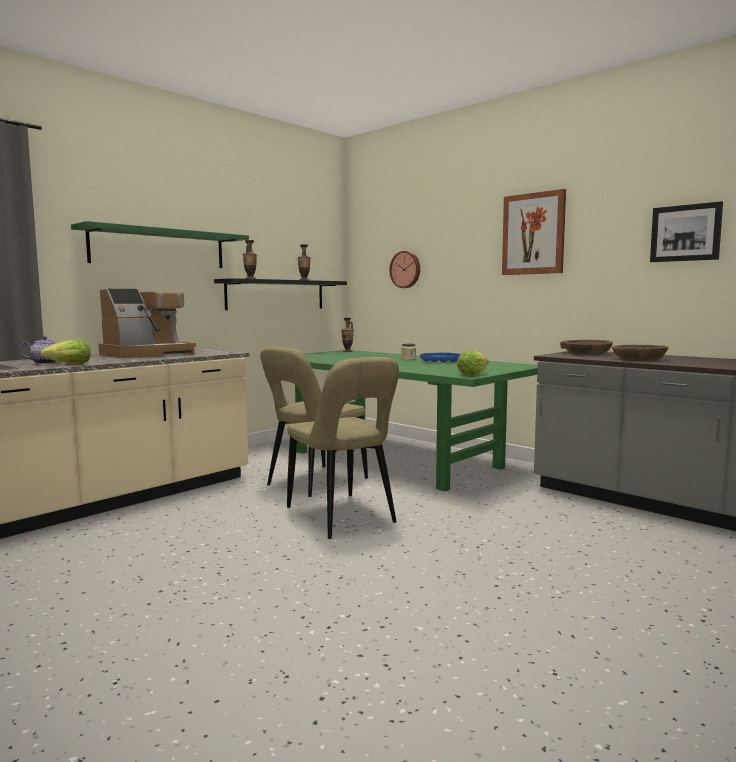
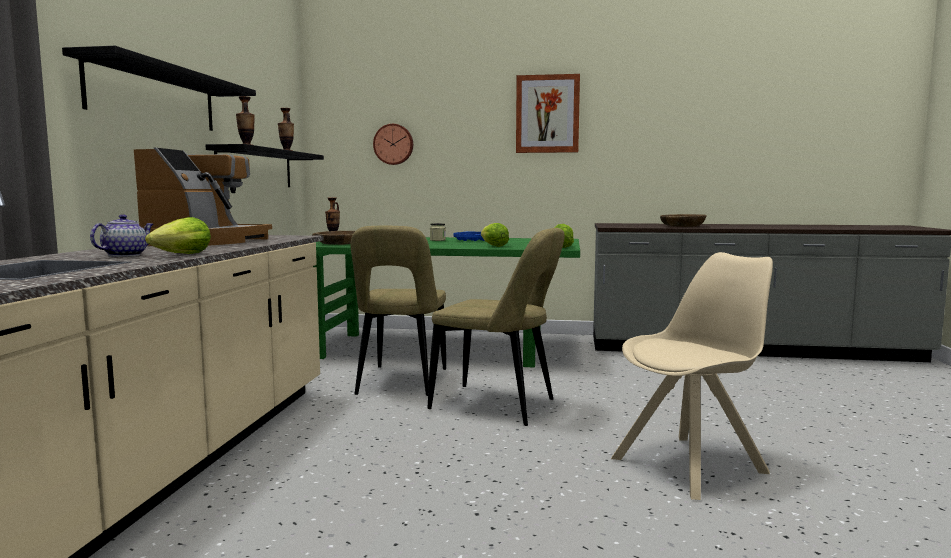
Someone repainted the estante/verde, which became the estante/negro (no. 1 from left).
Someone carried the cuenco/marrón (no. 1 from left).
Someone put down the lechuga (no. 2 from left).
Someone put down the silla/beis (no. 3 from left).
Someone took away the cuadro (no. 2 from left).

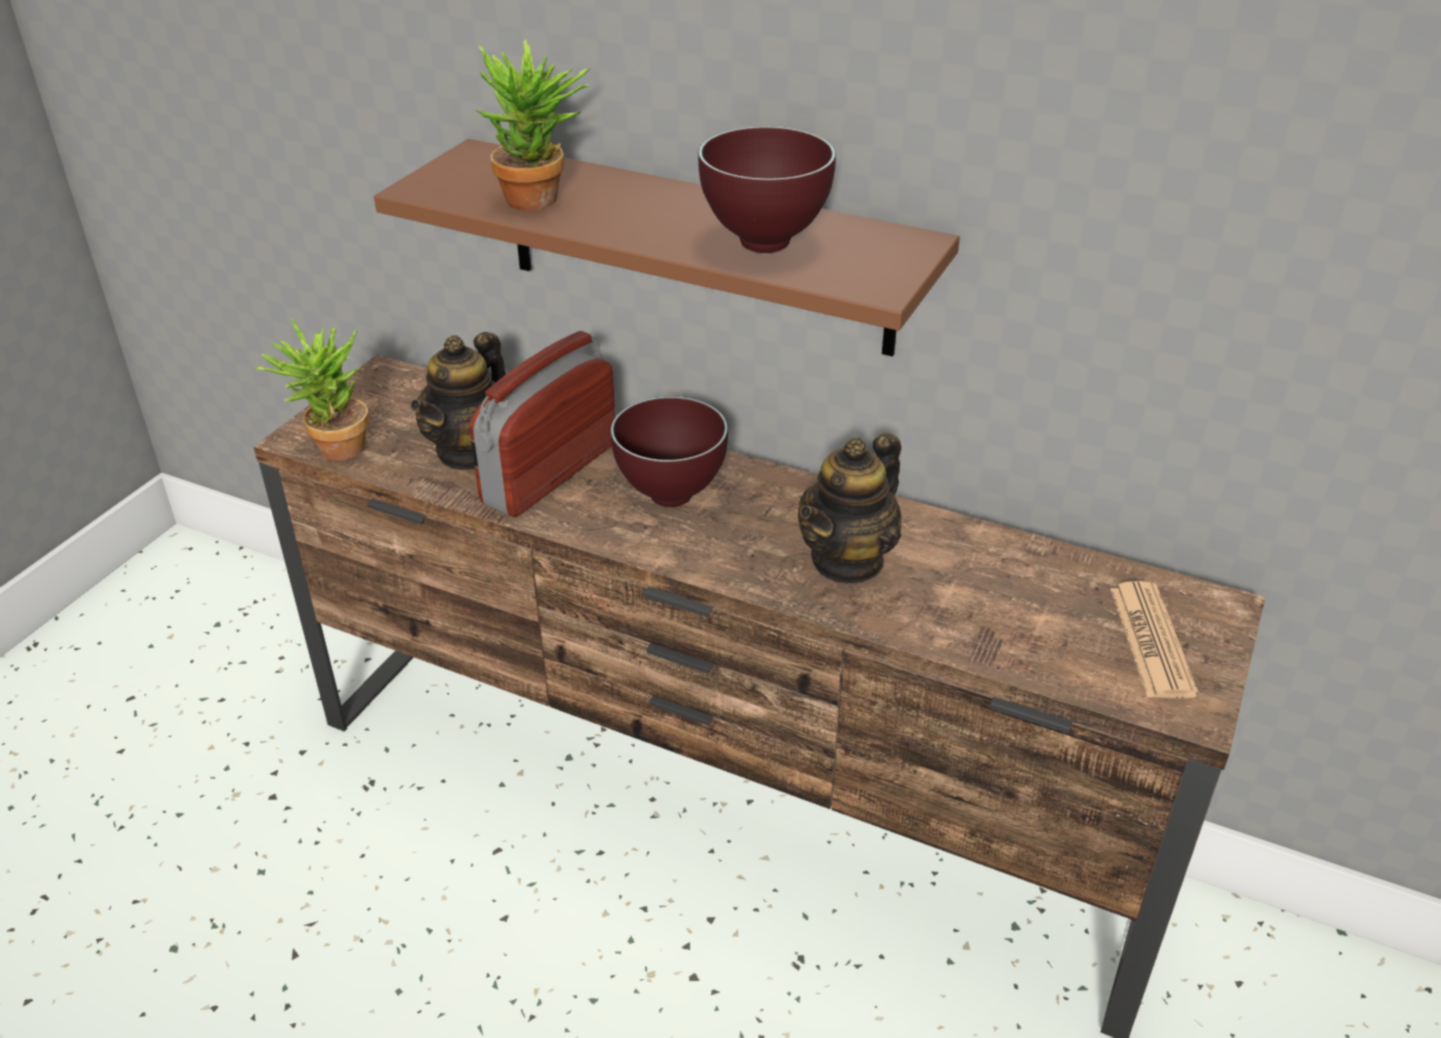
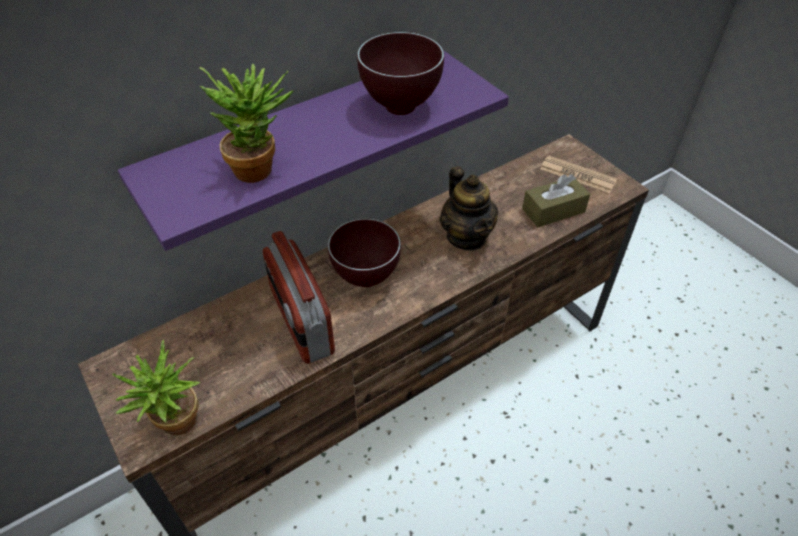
Someone repainted the estante/marrón, which became the estante/morado.
Someone put down the caja de pañuelos/marrón.
Someone took away the tetera (no. 1 from left).

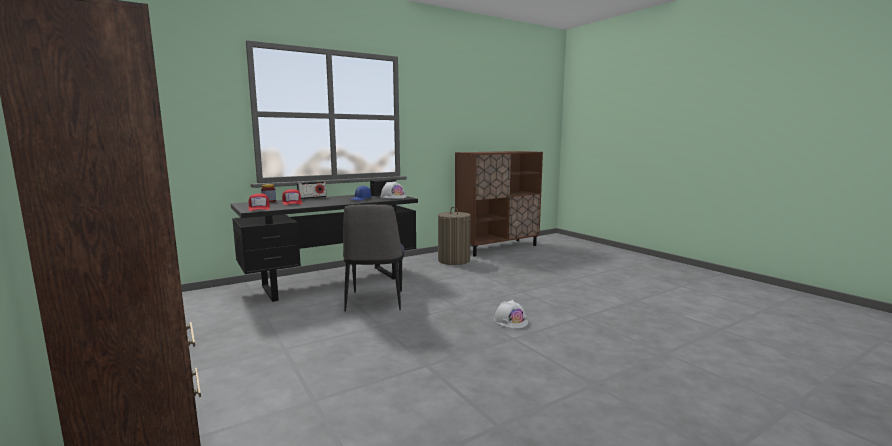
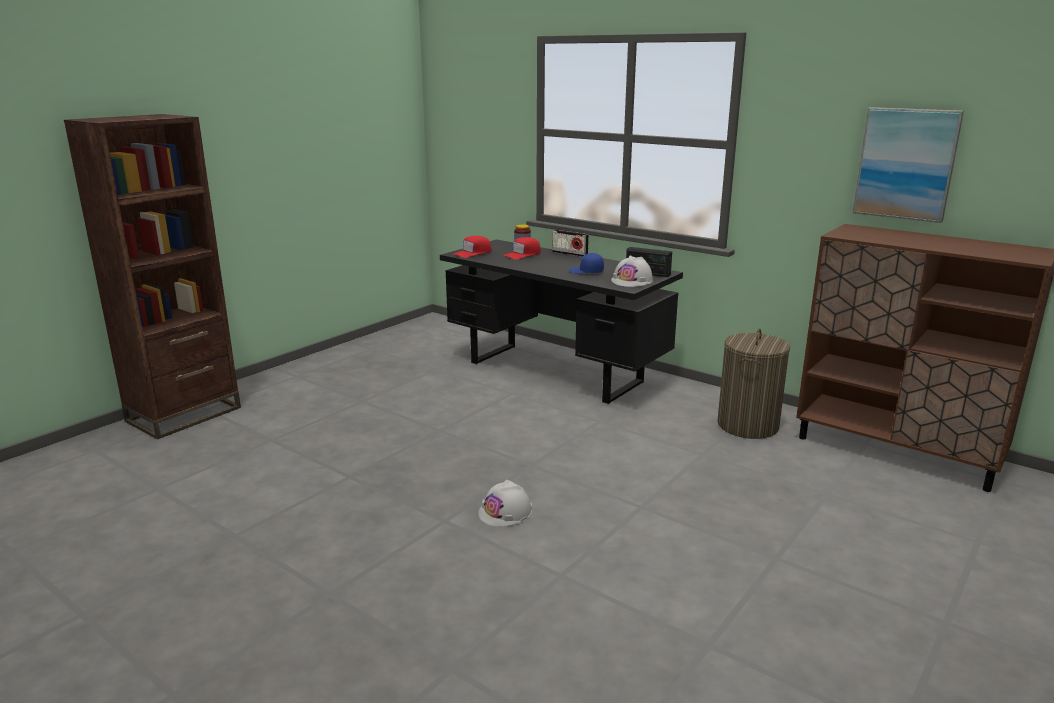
Someone put up the cuadro.
Someone took away the silla.

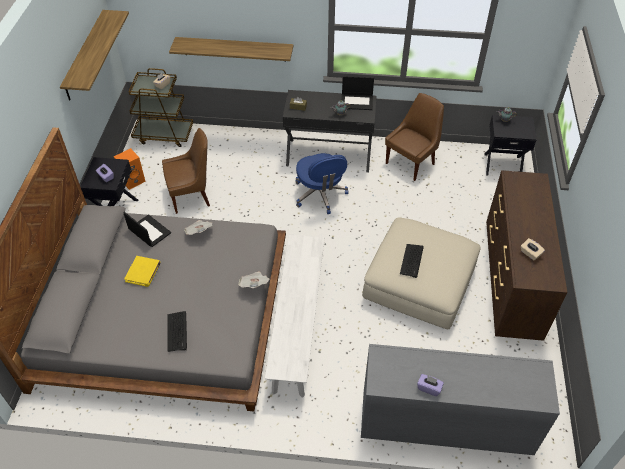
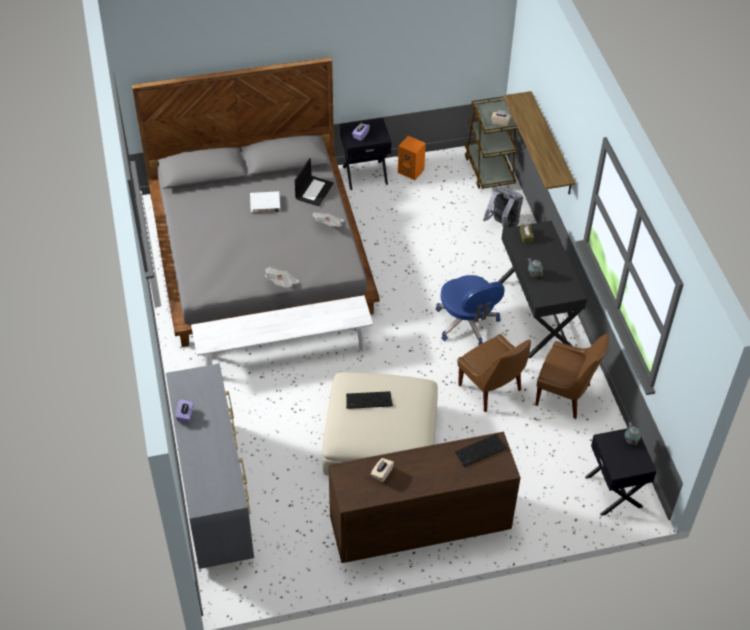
Someone repainted the libro/amarillo, which became the libro/blanco.
Someone rotated the silla de oficina/azul by 75 degrees counterclockwise.
Someone carried the teclado (no. 1 from left in the first image).
Someone carried the silla/marrón (no. 1 from left).
Someone put down the mochila/gris.
Someone took away the estante (no. 1 from left).
Someone took away the portátil (no. 2 from left).

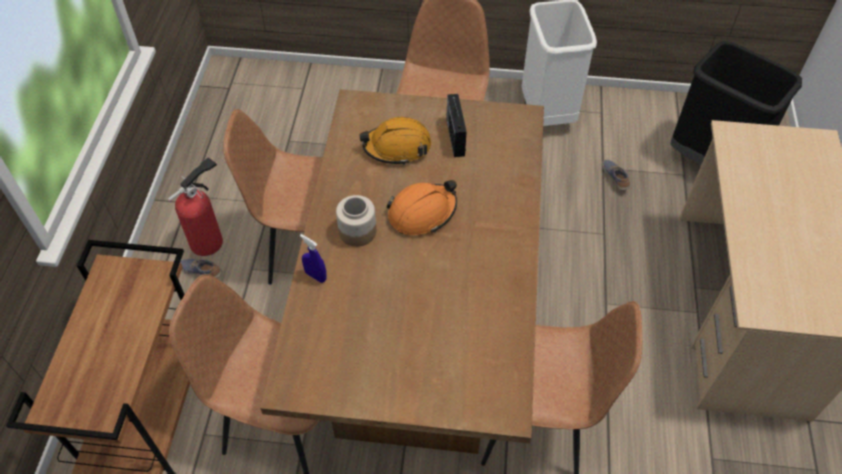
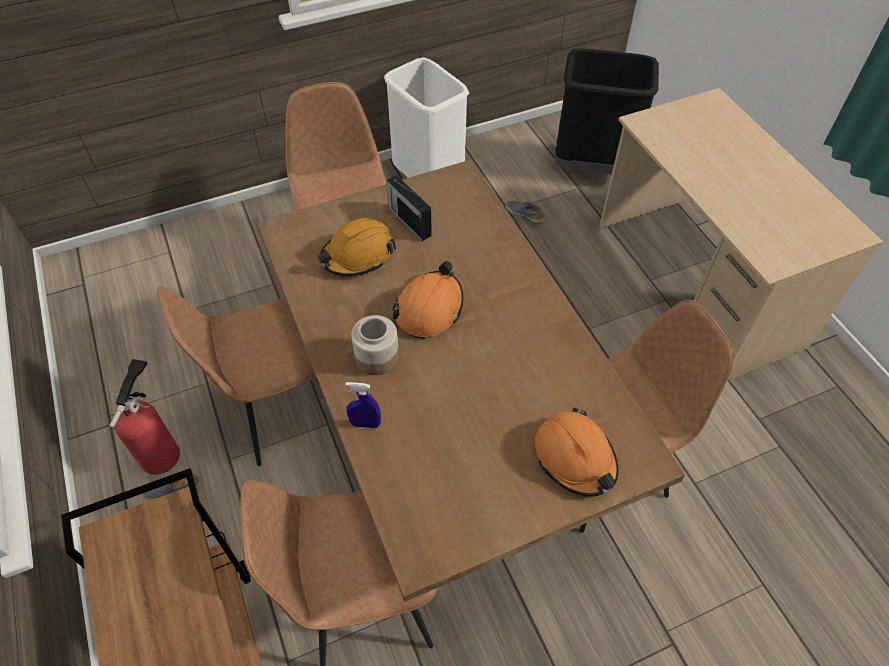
Someone put down the casco/naranja (no. 3 from left).

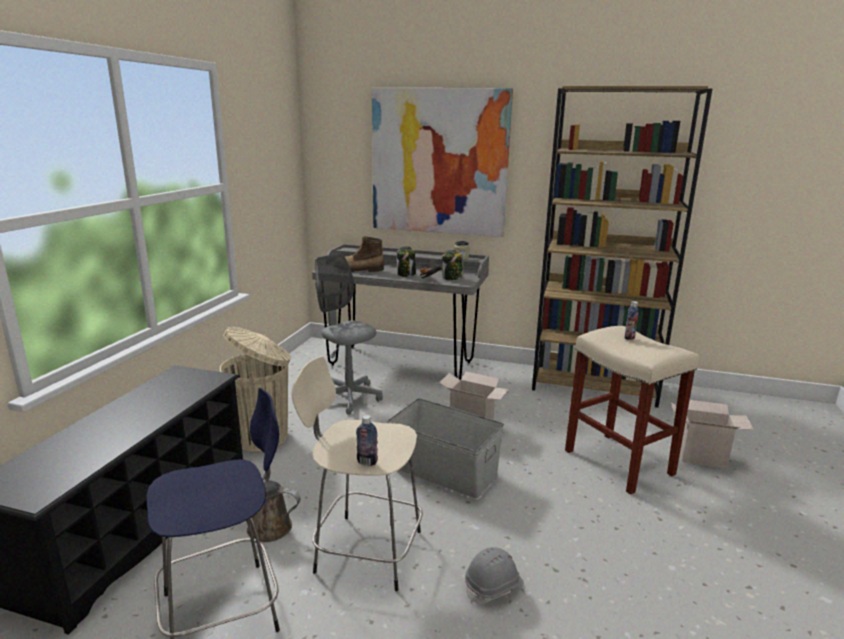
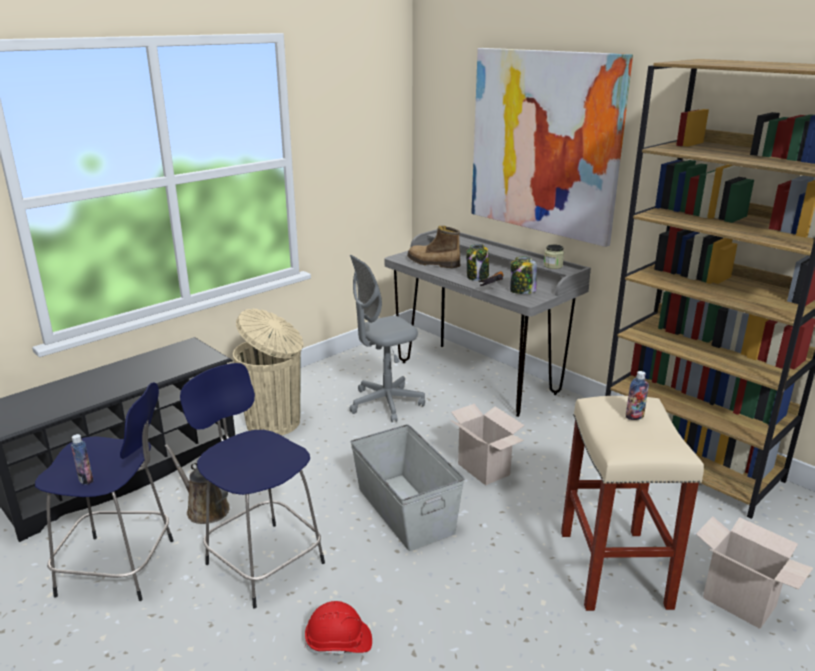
Someone carried the botella (no. 1 from left).
Someone repainted the taburete/beis (no. 1 from left), which became the taburete/azul (no. 2 from left).
Someone repainted the casco/gris, which became the casco/rojo.
Someone rotated the silla de oficina/gris by 105 degrees counterclockwise.

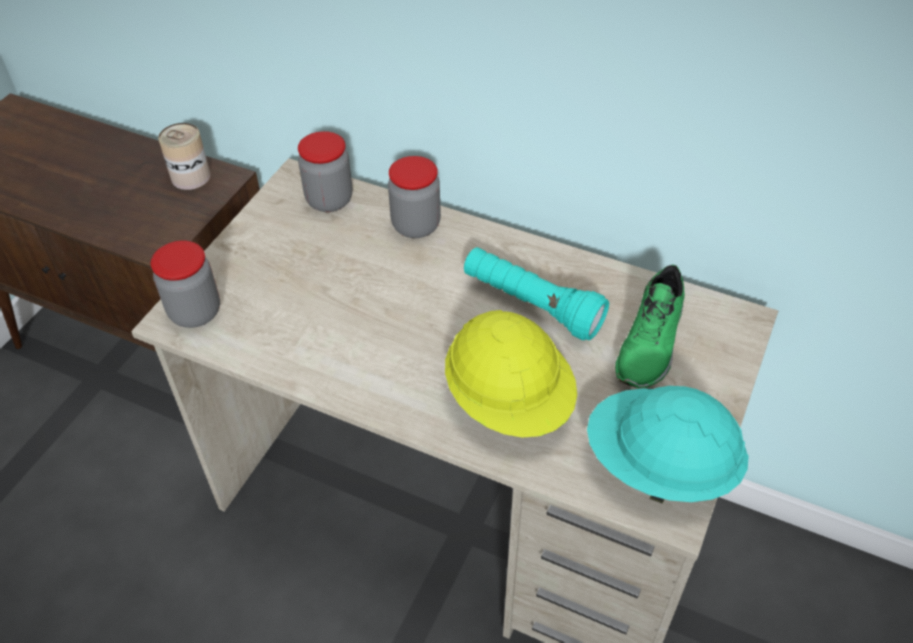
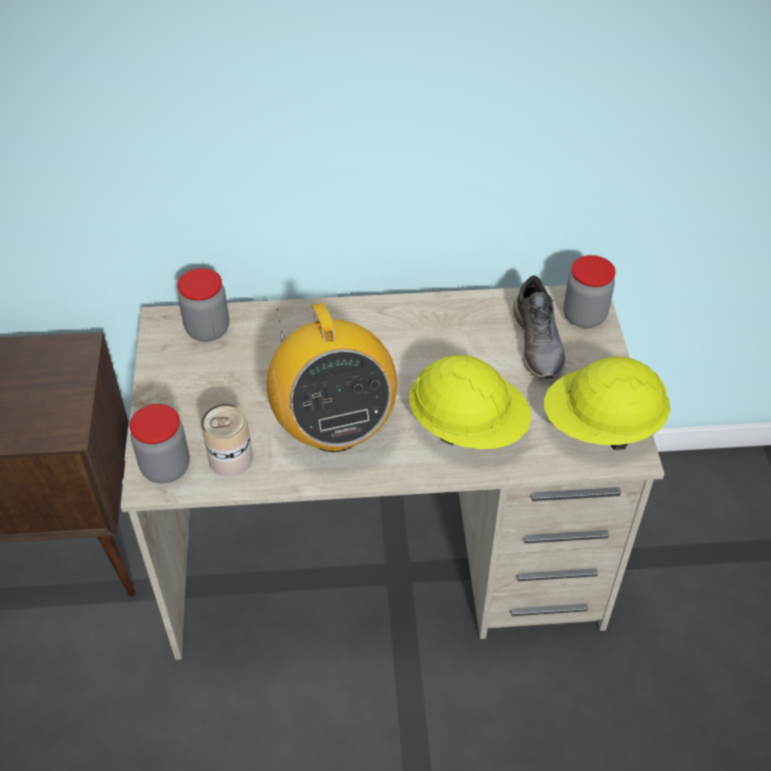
Someone carried the lata.
Someone put down the radio.
Someone repainted the zapato/verde, which became the zapato/gris.
Someone repainted the casco/turquesa, which became the casco/amarillo (no. 2 from left).
Someone carried the tarro (no. 3 from left).
Someone took away the linterna/turquesa.

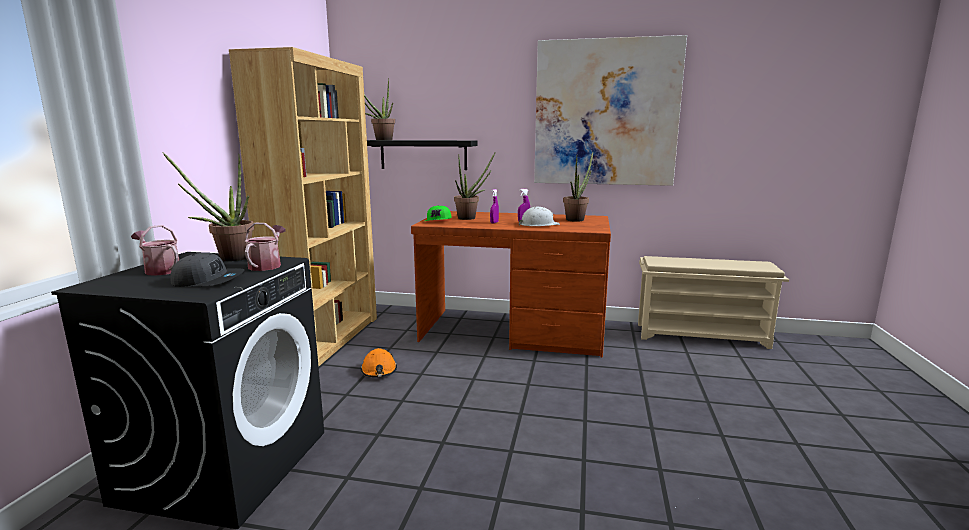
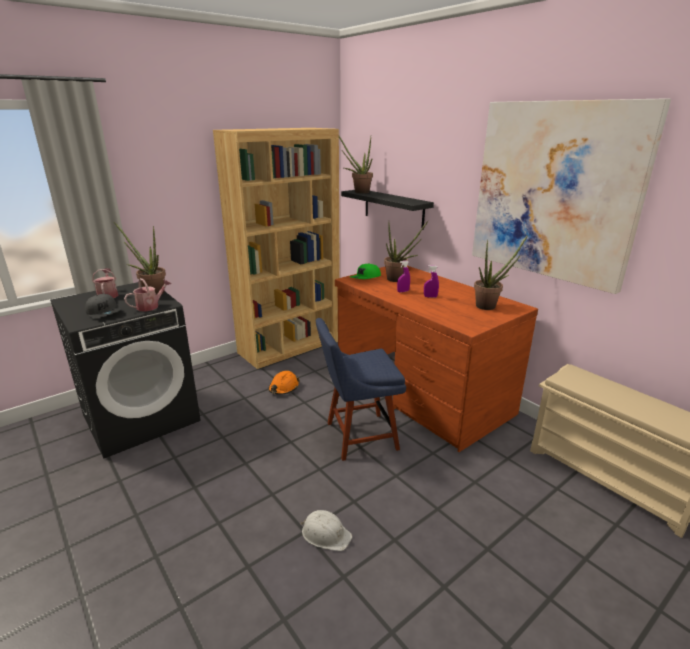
Someone carried the casco/blanco.
Someone put down the silla/azul.

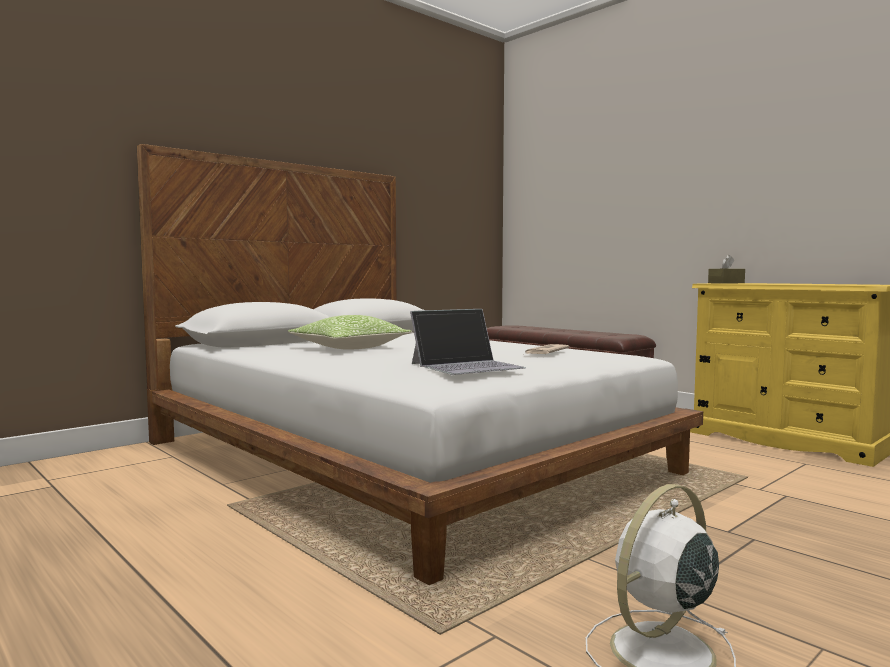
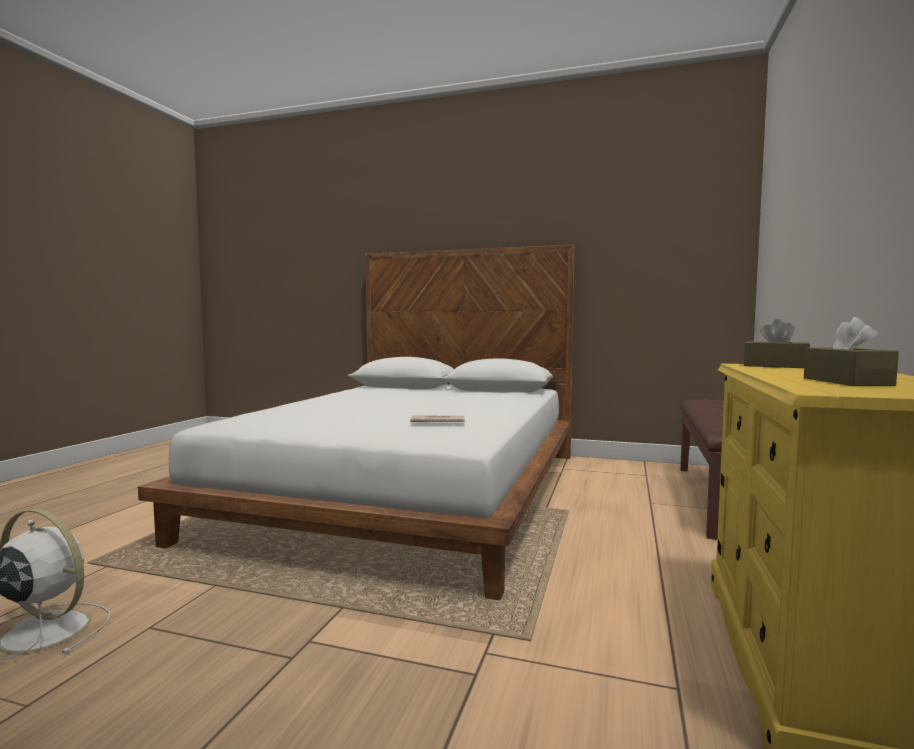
Someone put down the caja de pañuelos/marrón (no. 2 from left).
Someone took away the cojín.
Someone took away the portátil.

